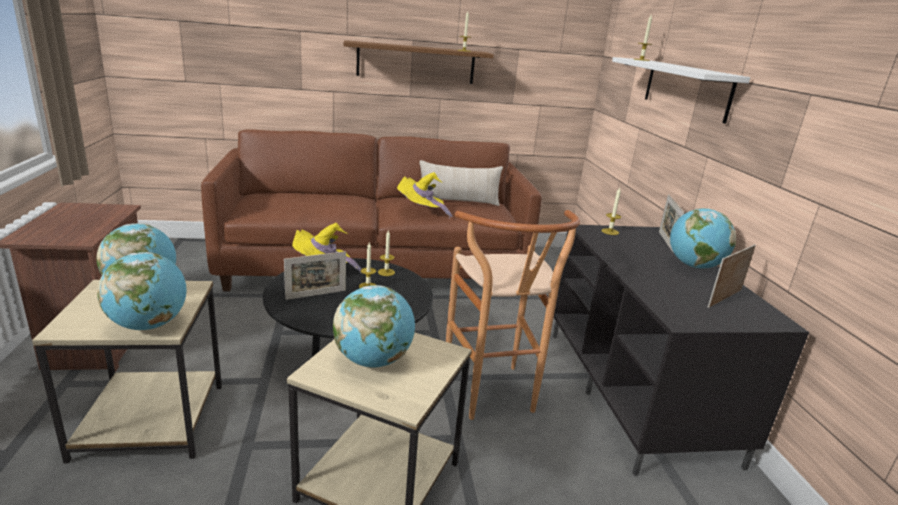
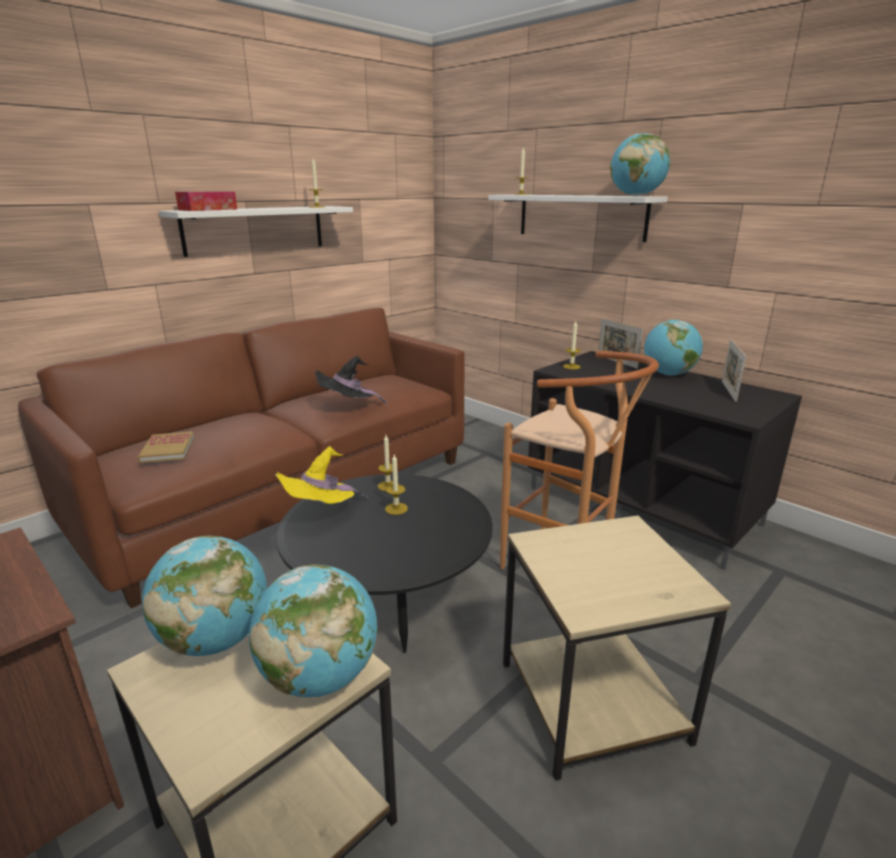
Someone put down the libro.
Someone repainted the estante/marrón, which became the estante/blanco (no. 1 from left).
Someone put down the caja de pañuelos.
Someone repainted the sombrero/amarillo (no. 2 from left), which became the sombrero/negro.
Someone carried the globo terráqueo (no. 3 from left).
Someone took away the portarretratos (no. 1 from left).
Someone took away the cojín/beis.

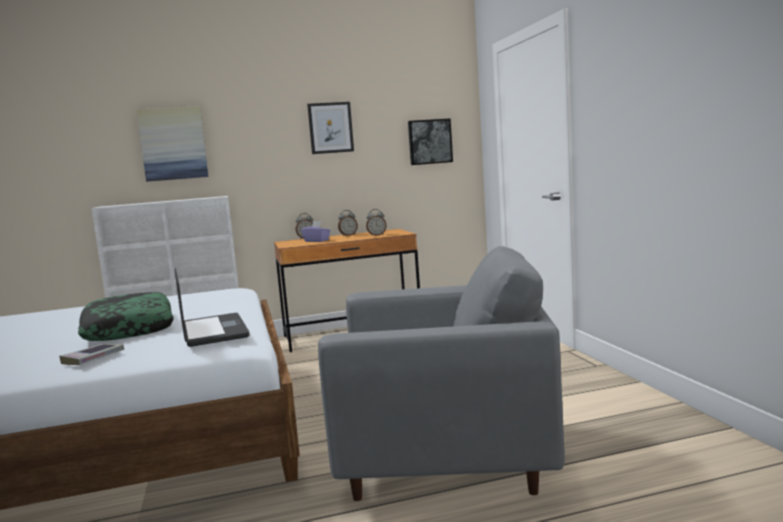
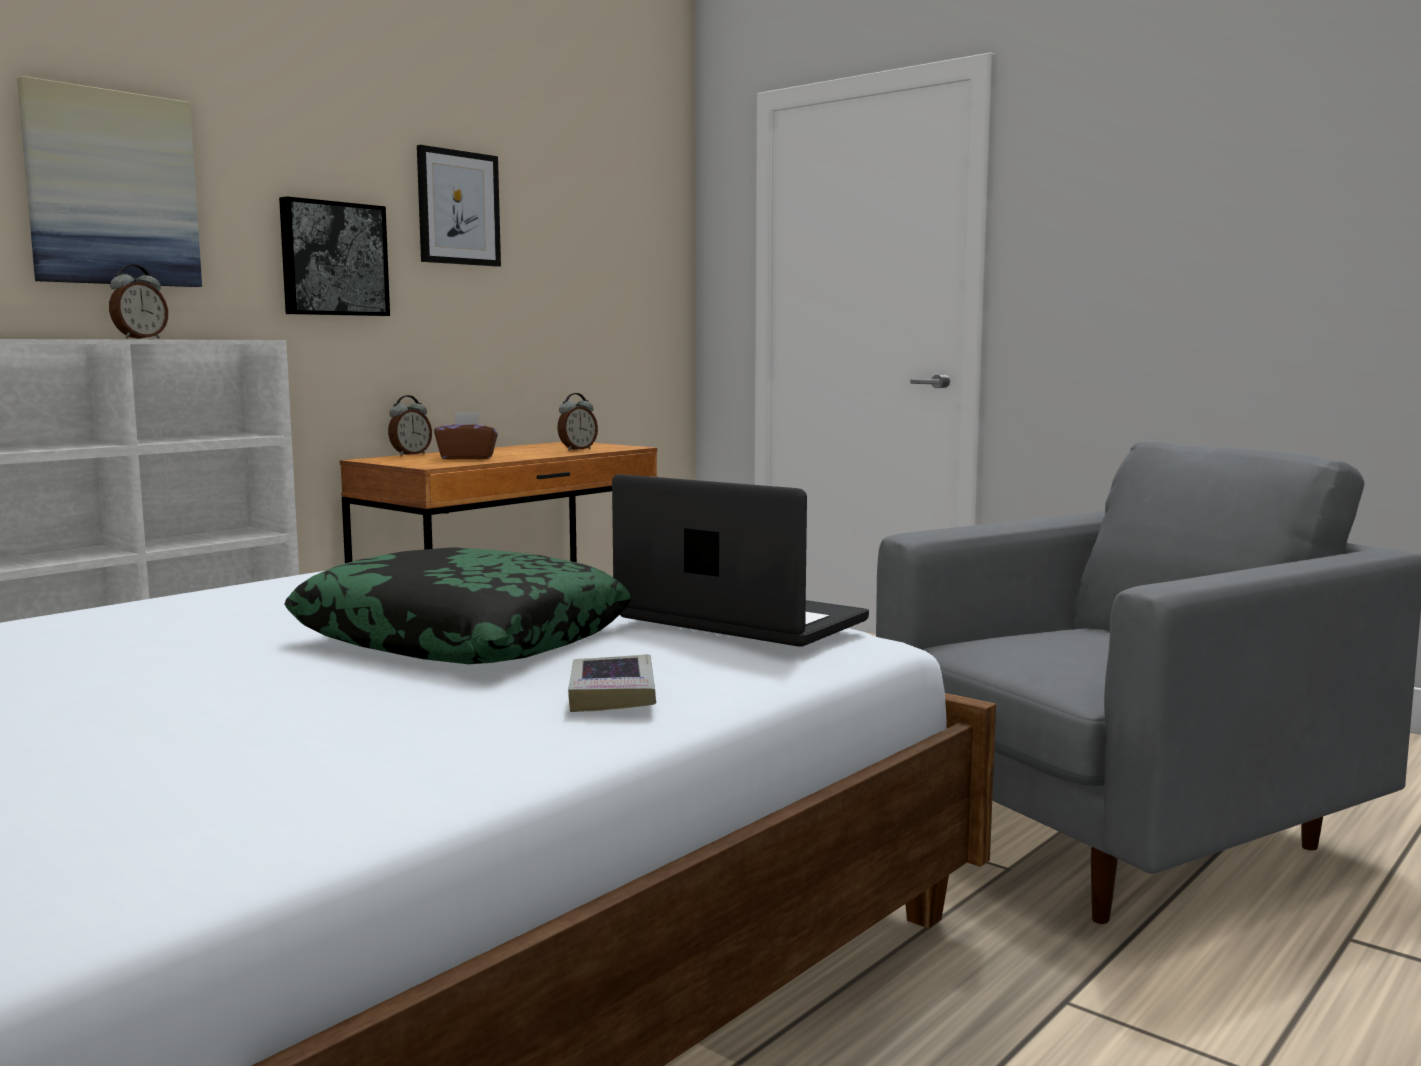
Someone carried the despertador (no. 2 from left in the first image).
Someone carried the cuadro (no. 3 from left in the first image).
Someone repainted the caja de pañuelos/morado, which became the caja de pañuelos/marrón.

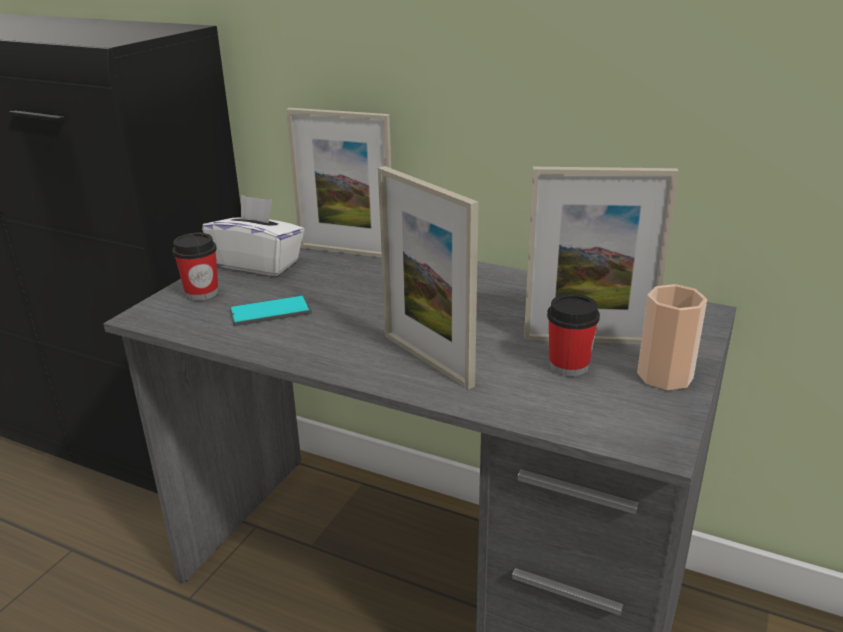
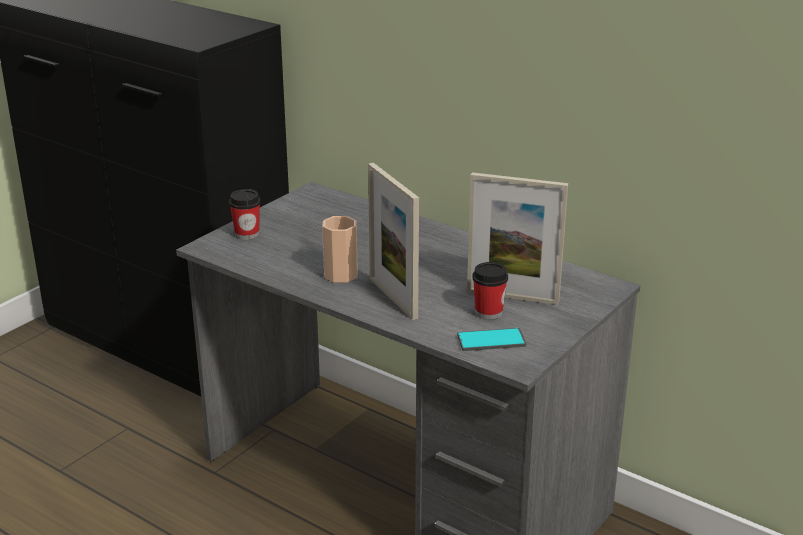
Someone carried the taza (no. 3 from left in the first image).
Someone carried the móvil.
Someone took away the caja de pañuelos/blanco.
Someone took away the portarretratos (no. 1 from left).

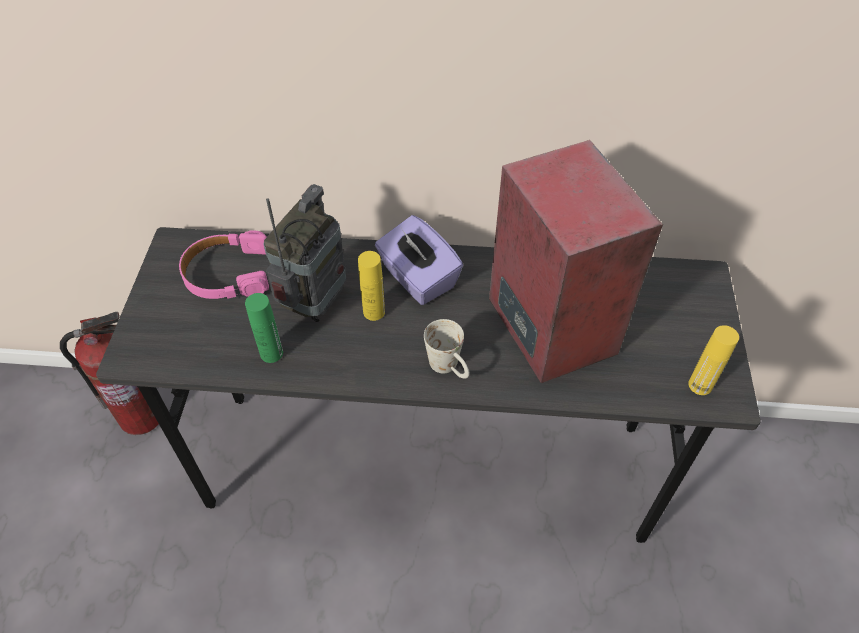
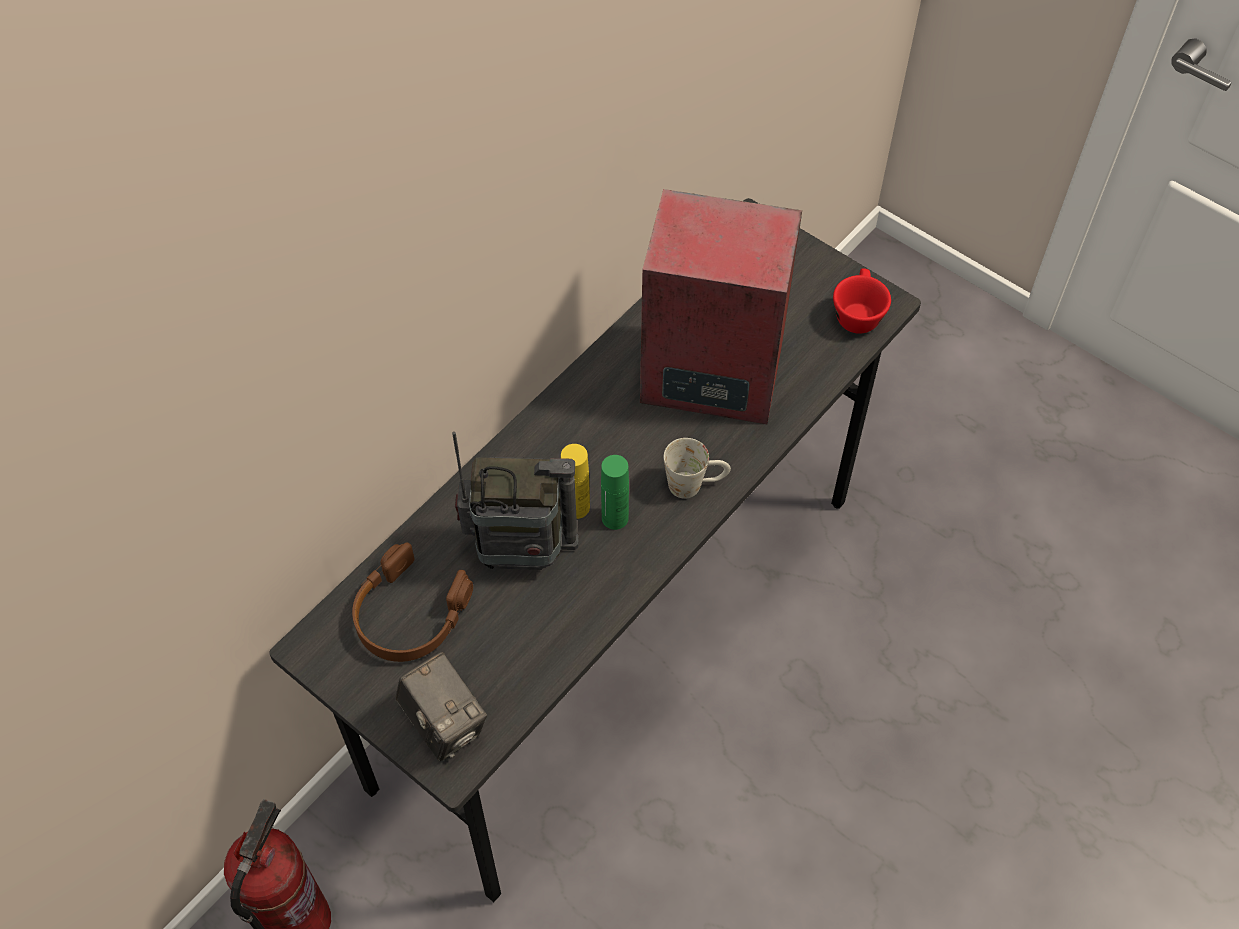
Someone repainted the auriculares/rosa, which became the auriculares/marrón.
Someone put down the cámara.
Someone rotated the radio by 120 degrees clockwise.
Someone carried the botella/verde.
Someone swapped the botella/amarillo (no. 2 from left) for the taza/rojo.
Someone took away the caja de pañuelos/morado.

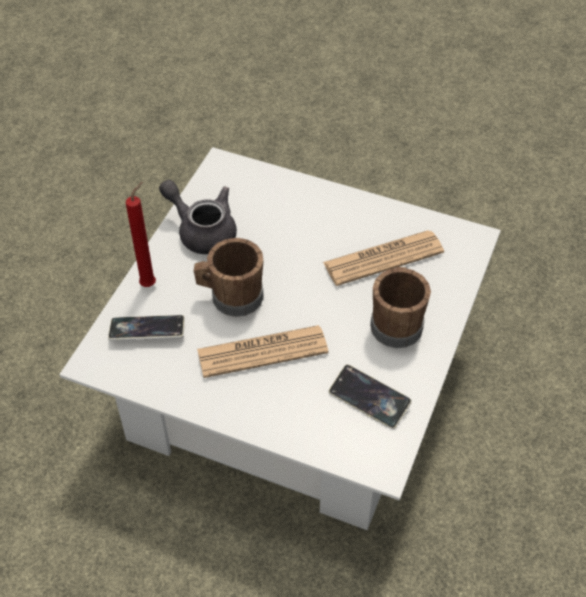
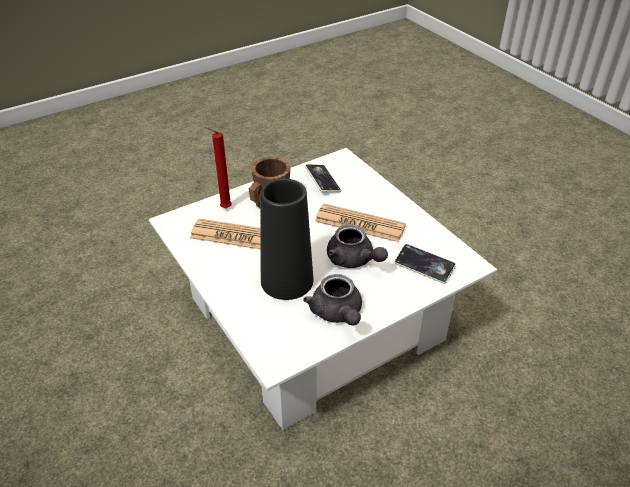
Someone carried the vela/rojo.
Someone put down the florero/negro.
Someone swapped the taza grande/marrón (no. 1 from left) for the tetera/gris (no. 2 from left).

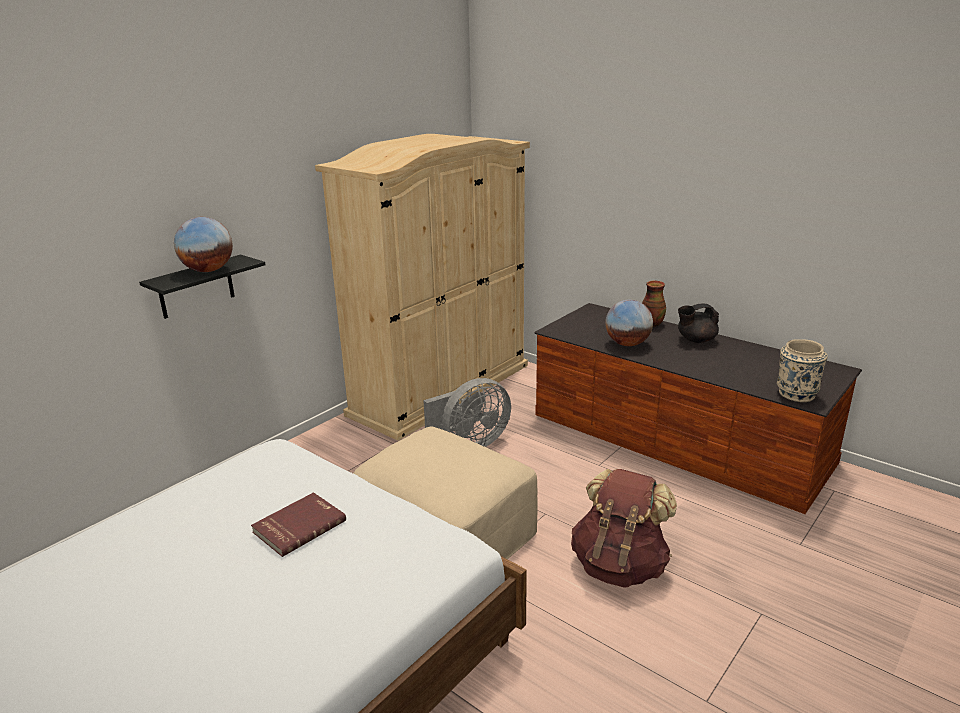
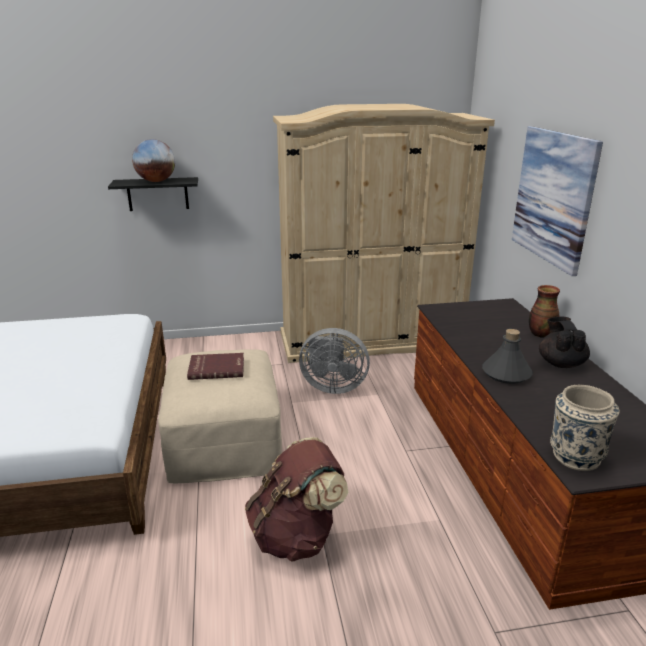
Someone carried the libro/rojo.
Someone put down the botella/gris.
Someone put up the cuadro.
Someone rotated the tetera/negro by 60 degrees clockwise.
Someone took away the globo terráqueo (no. 2 from left).

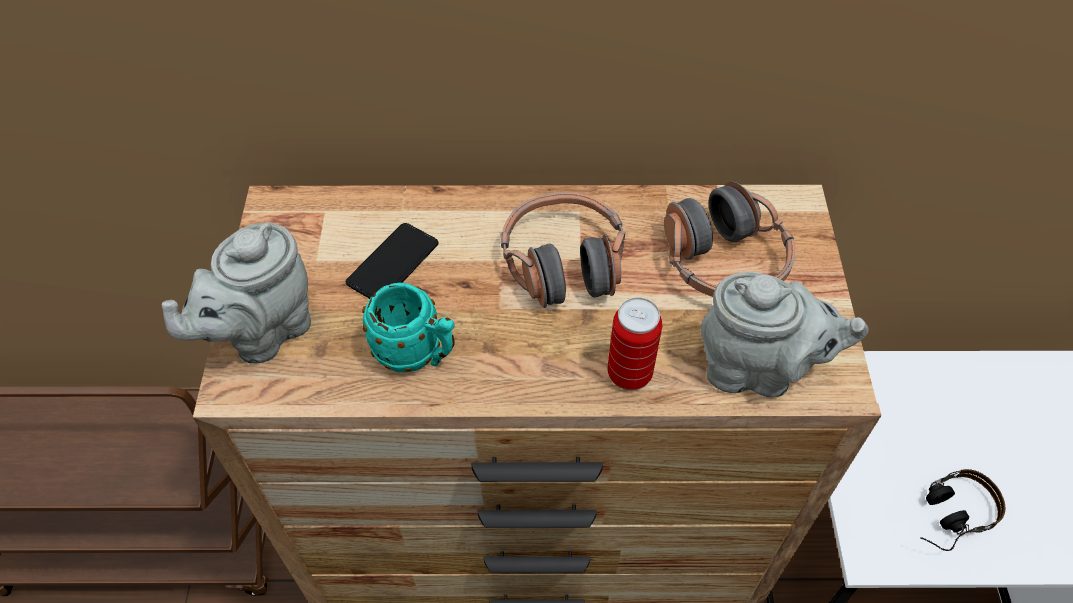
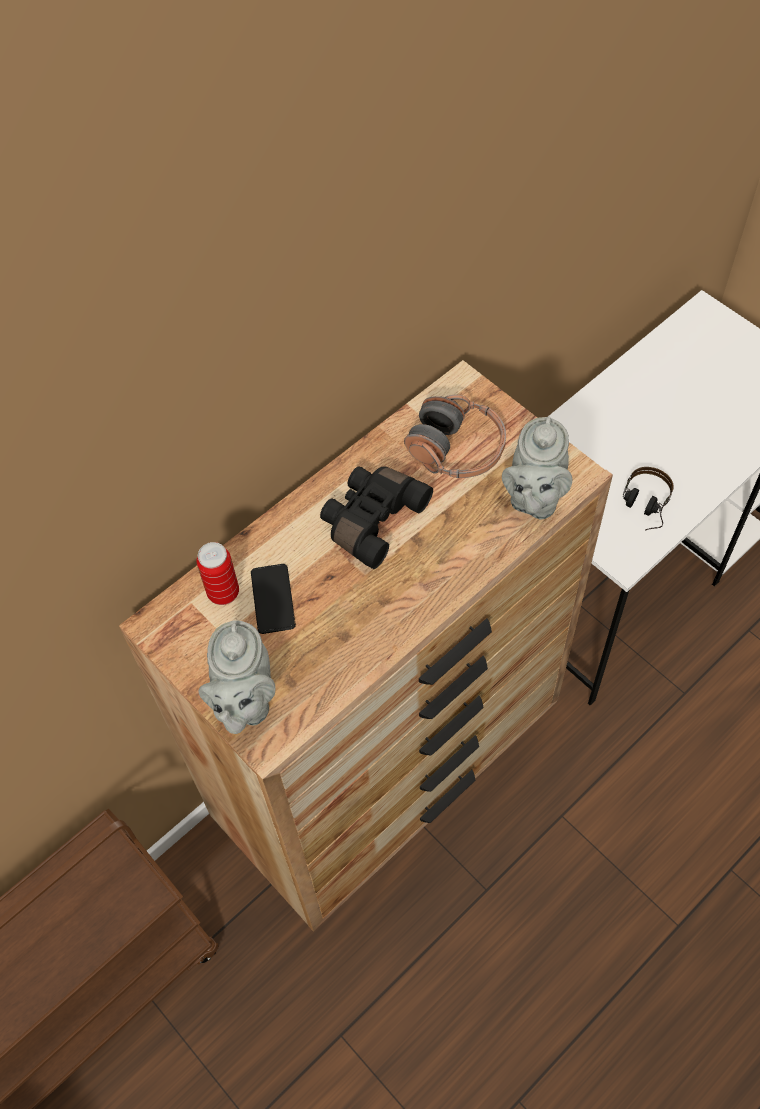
Someone carried the lata.
Someone swapped the auriculares (no. 1 from left) for the prismáticos/negro.
Someone rotated the tetera/gris (no. 2 from left) by 135 degrees clockwise.
Someone took away the taza grande/turquesa.

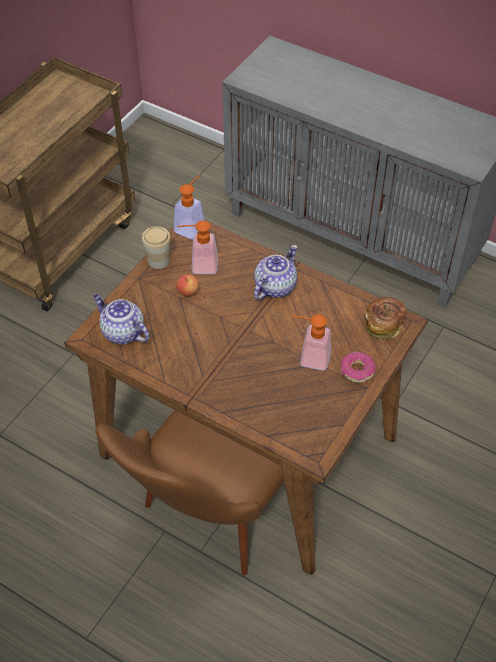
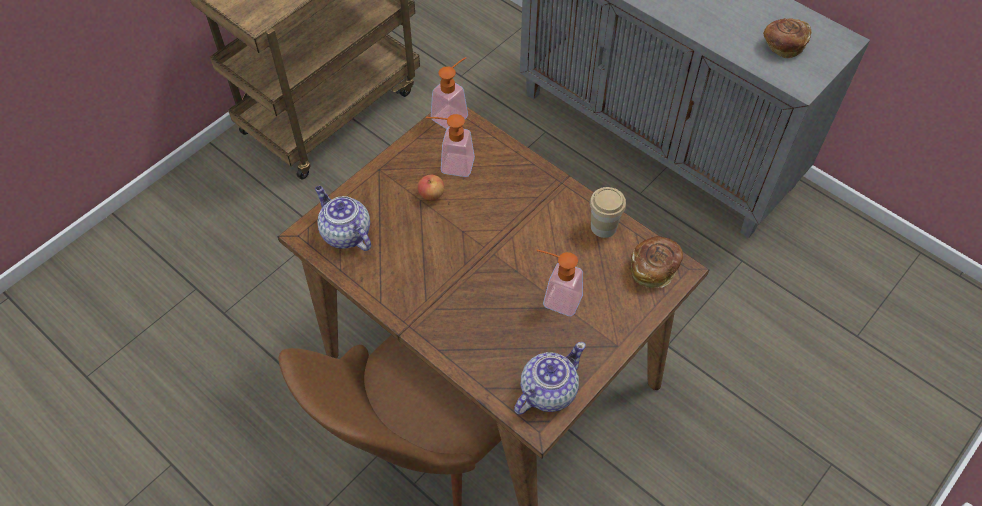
Someone carried the tetera (no. 2 from left).
Someone carried the taza.
Someone put down the pan (no. 2 from left).
Someone took away the rosquilla.

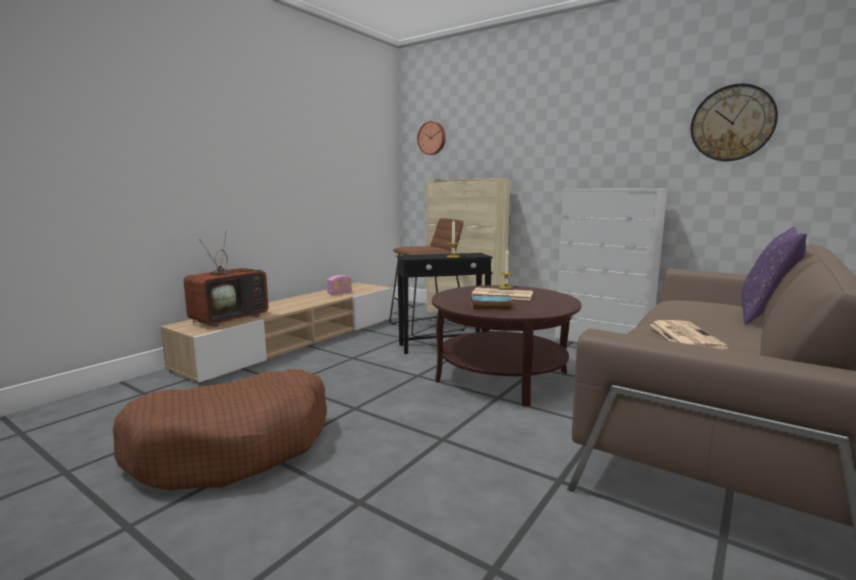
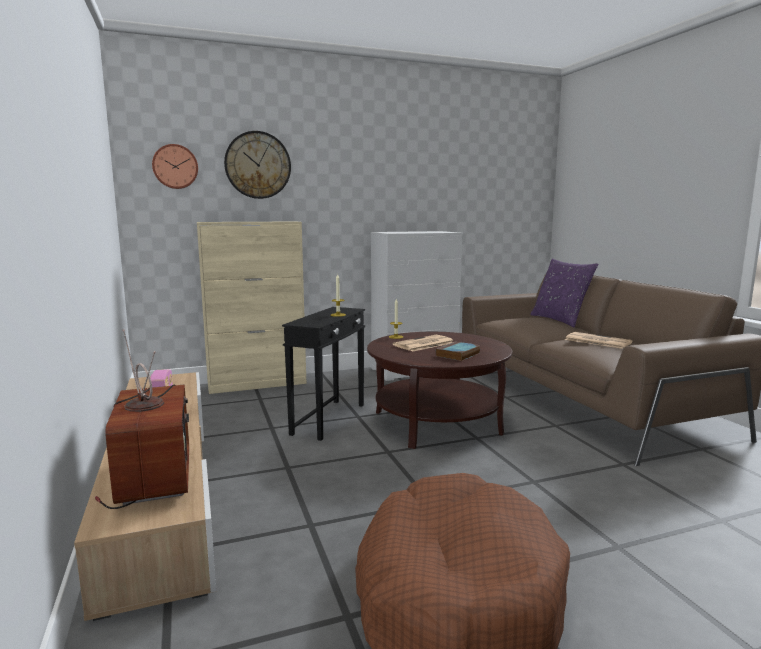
Someone carried the reloj de pared (no. 2 from left).
Someone took away the taburete/marrón.

